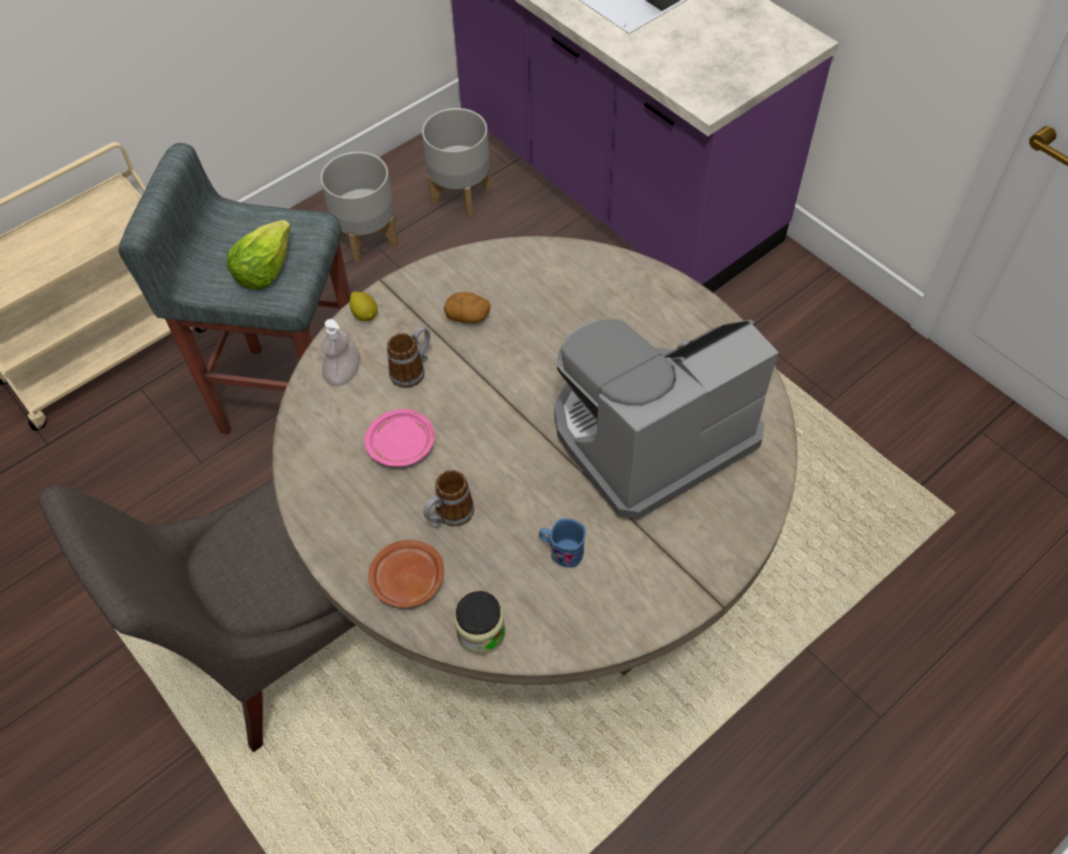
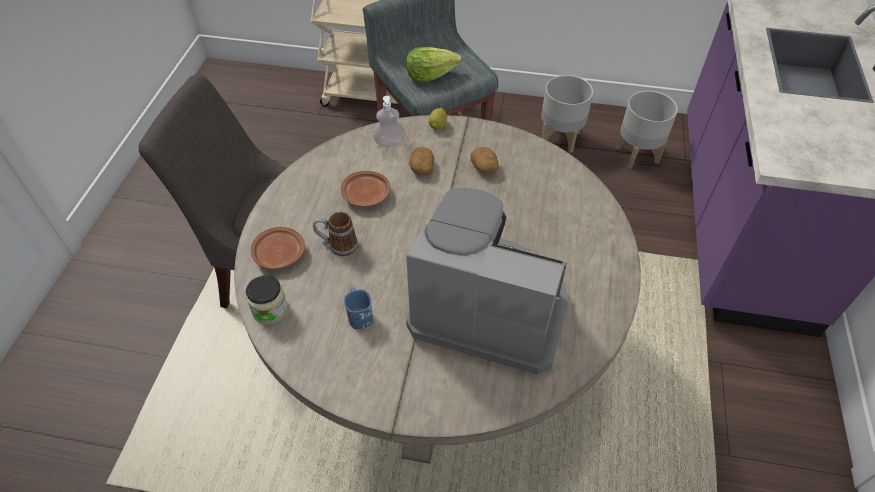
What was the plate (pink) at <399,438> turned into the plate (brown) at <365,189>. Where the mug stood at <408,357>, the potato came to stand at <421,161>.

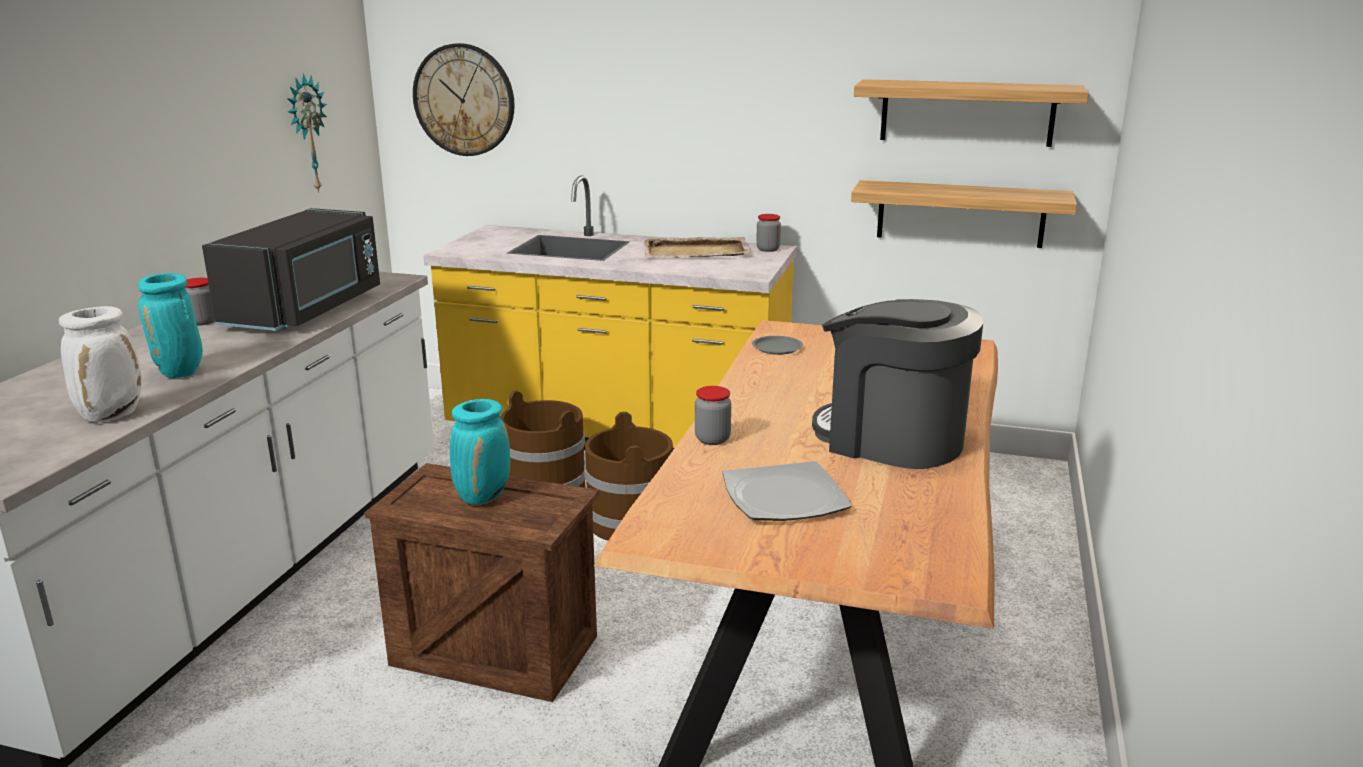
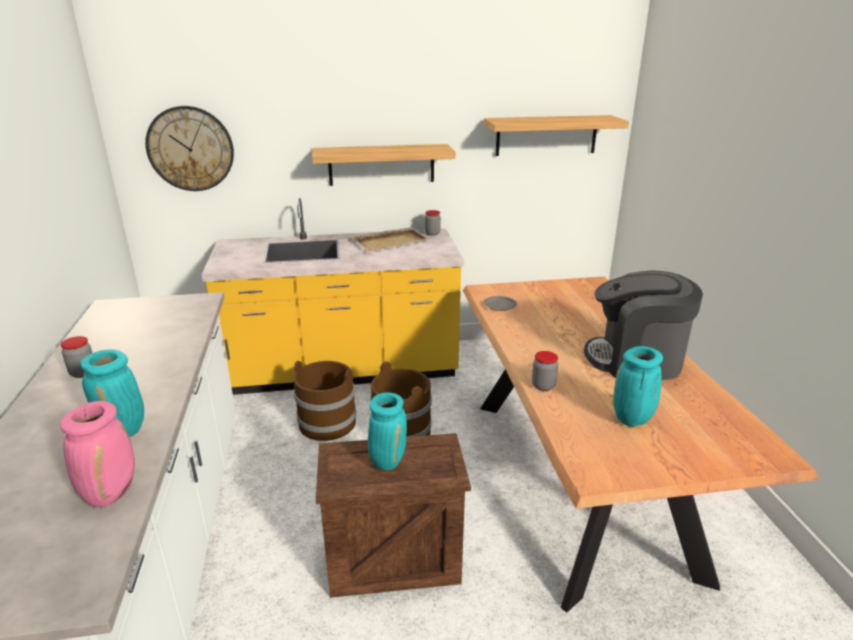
What was the vase (white) at <100,364> turned into the vase (pink) at <97,454>. The second view lost the microwave (black) at <291,269>. The second view lost the wall clock at <307,133>. Where the plate stood at <787,491>, the vase (turquoise) came to stand at <638,386>. The shelf ended up elsewhere, having gone from <964,214> to <384,165>.

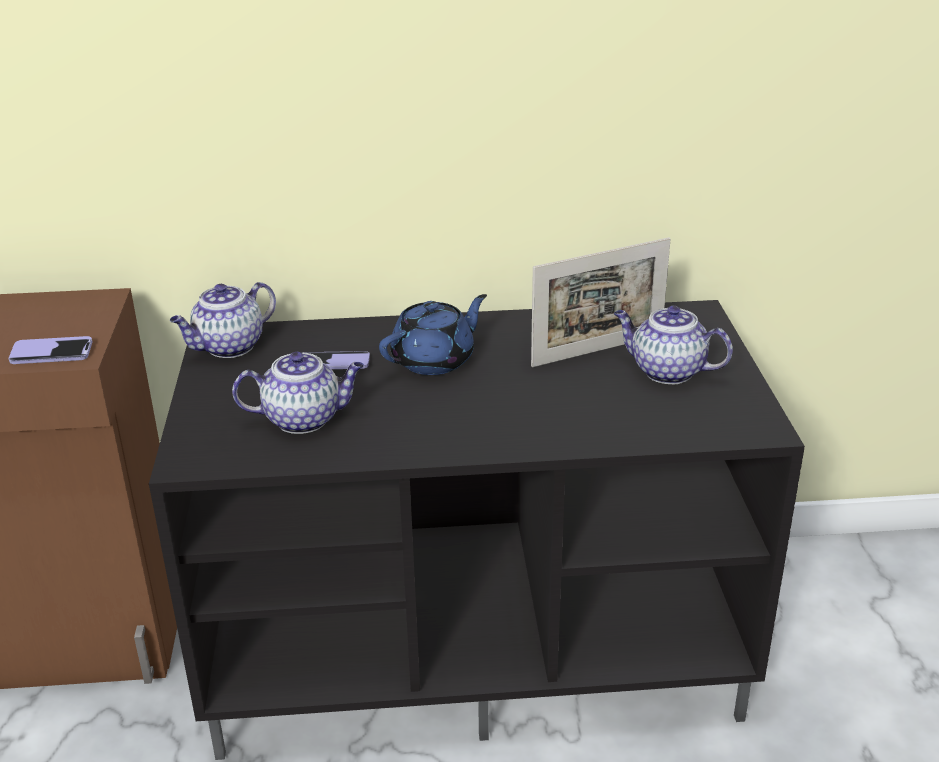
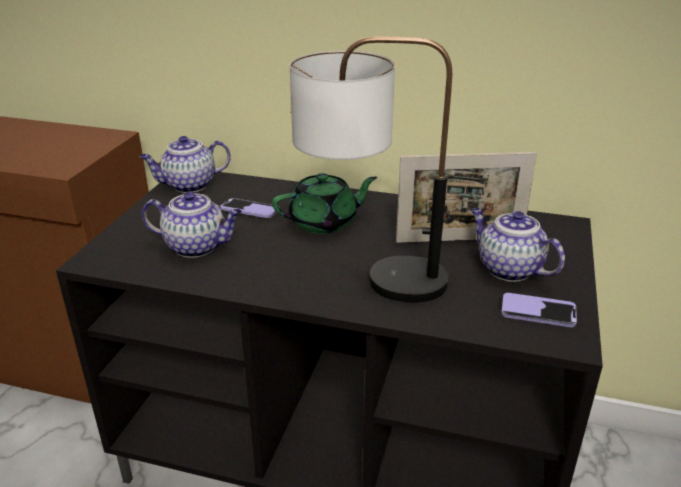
The phone ended up elsewhere, having gone from <50,350> to <539,310>. What was the teapot (blue) at <433,334> turned into the teapot (green) at <324,203>. The second view gained the table lamp at <371,169>.

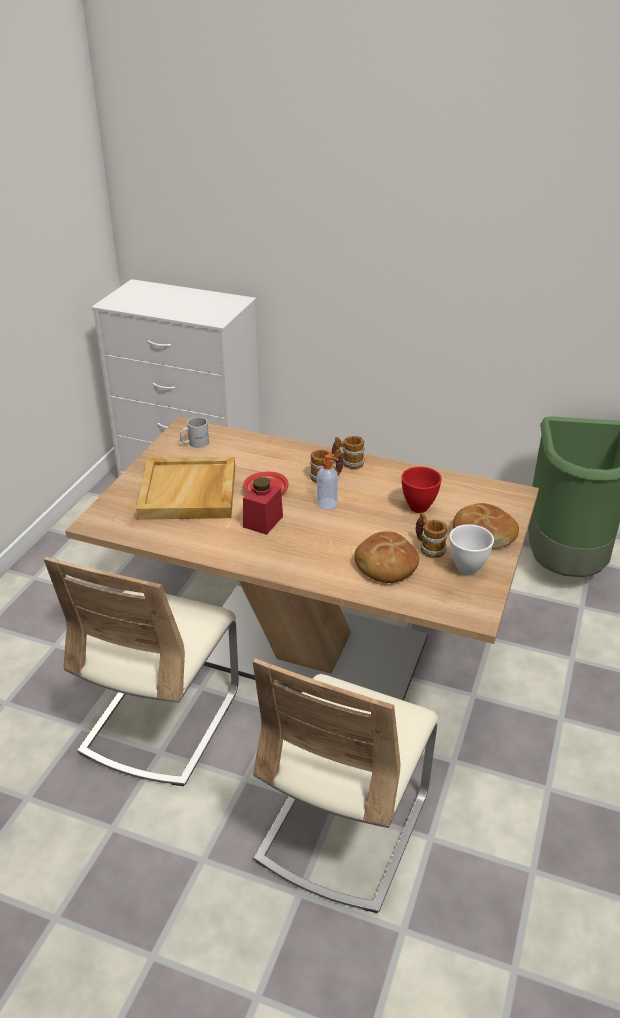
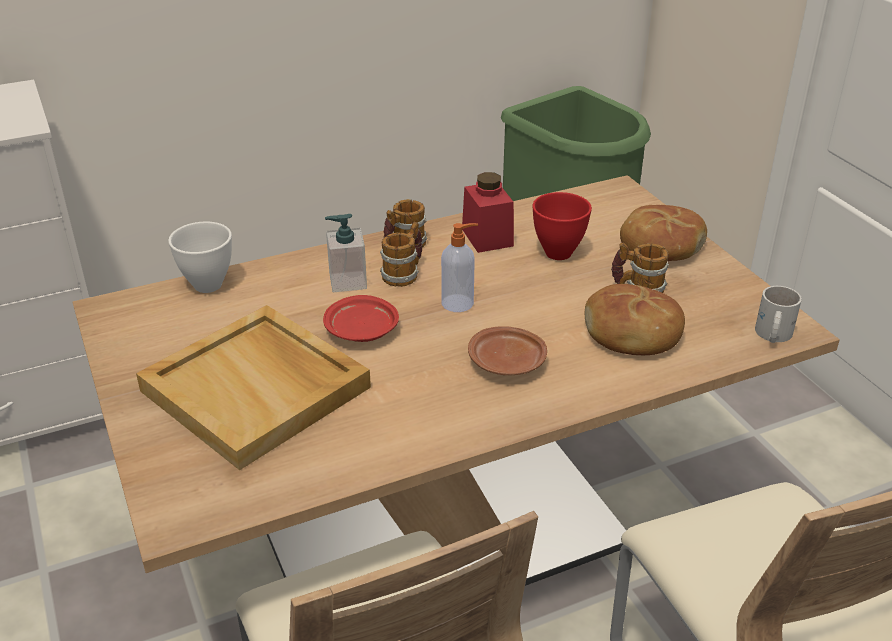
The mug (white) ended up elsewhere, having gone from <194,432> to <778,314>. The jar (red) ended up elsewhere, having gone from <263,506> to <488,212>. The bowl (white) ended up elsewhere, having gone from <471,550> to <200,257>. The second view gained the soap dispenser at <346,253>. The second view gained the plate (brown) at <507,350>.

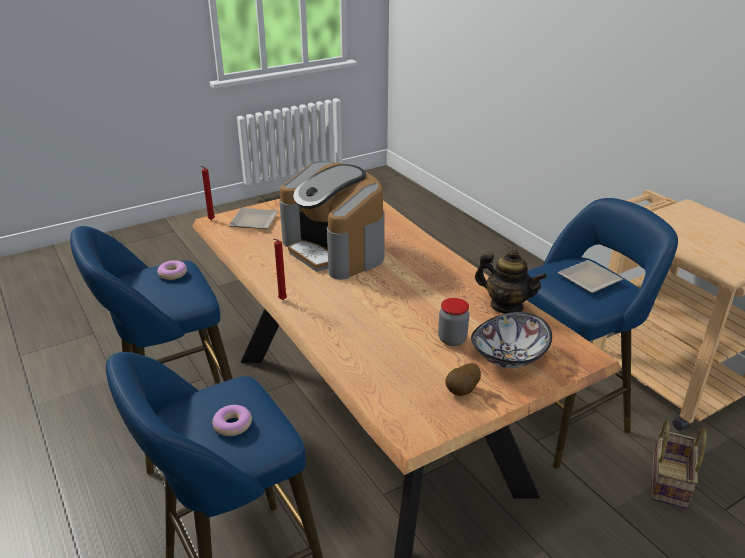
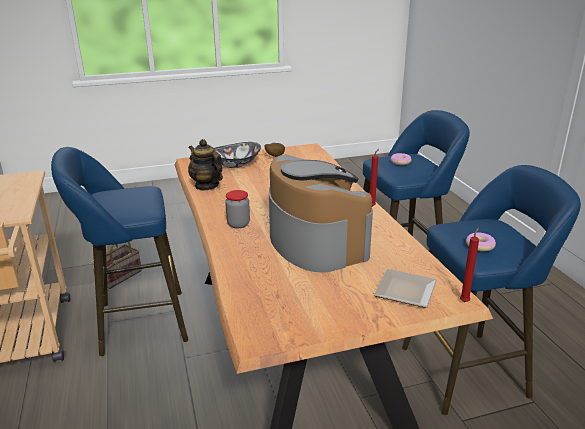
The jar ended up elsewhere, having gone from <453,322> to <237,209>. The second view lost the plate at <590,276>.

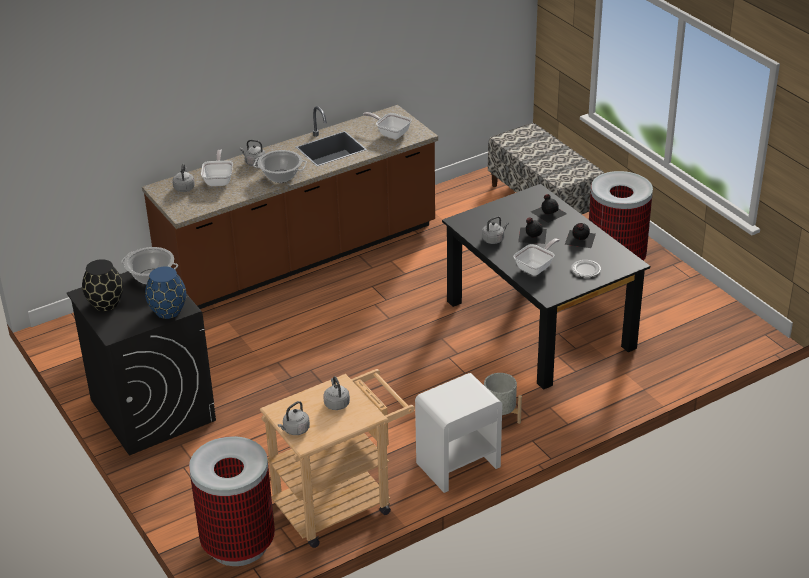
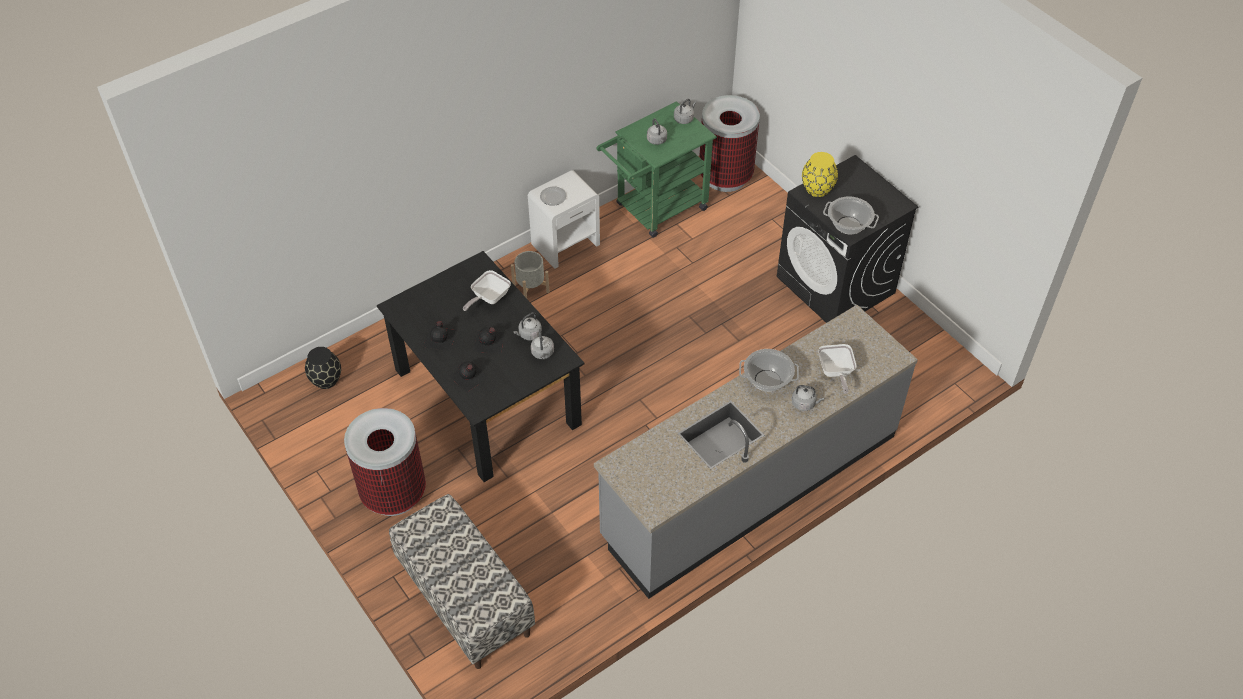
The vase (black) ended up elsewhere, having gone from <102,285> to <323,368>. What was the counter (brown) at <290,207> turned into the counter (grey) at <756,452>. What was the vase (blue) at <165,293> turned into the vase (yellow) at <820,174>. The kettle (grey) ended up elsewhere, having gone from <184,178> to <542,344>. What was the cart (beige) at <337,458> turned into the cart (green) at <656,169>. The second view lost the frying pan at <387,125>. The plate ended up elsewhere, having gone from <586,268> to <553,196>.

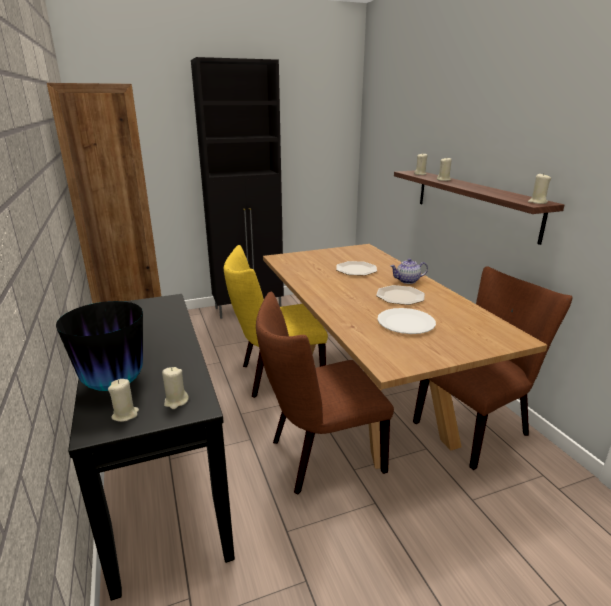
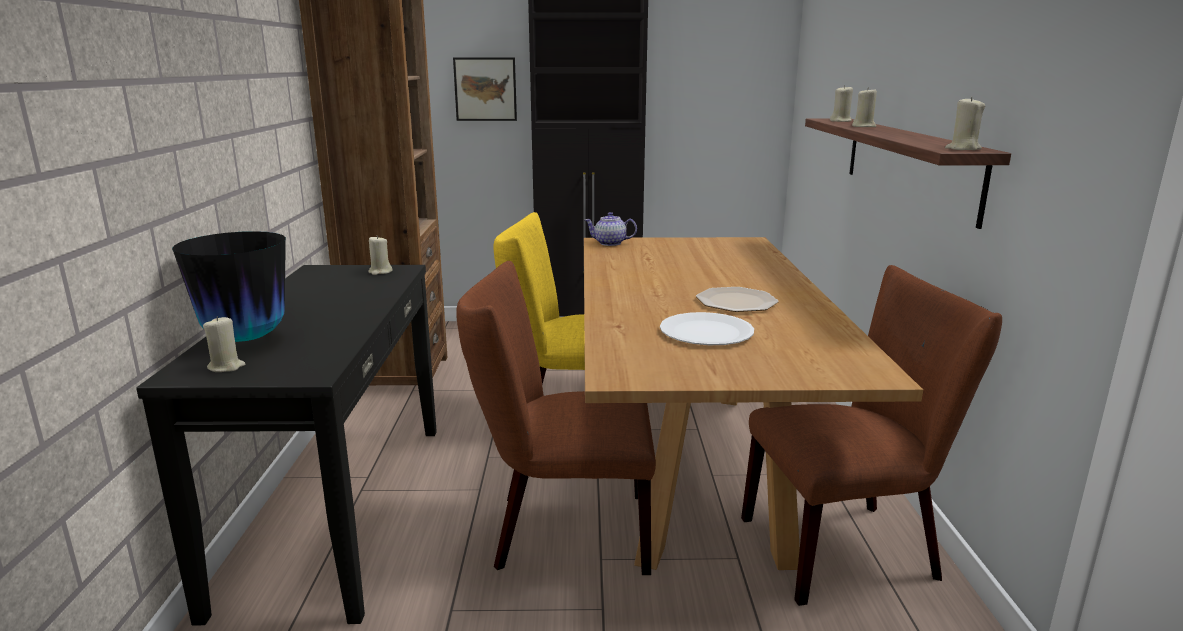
The candle (beige) ended up elsewhere, having gone from <175,388> to <380,255>. The second view lost the plate at <356,268>. The teapot ended up elsewhere, having gone from <409,271> to <611,229>. The second view gained the picture at <485,89>.

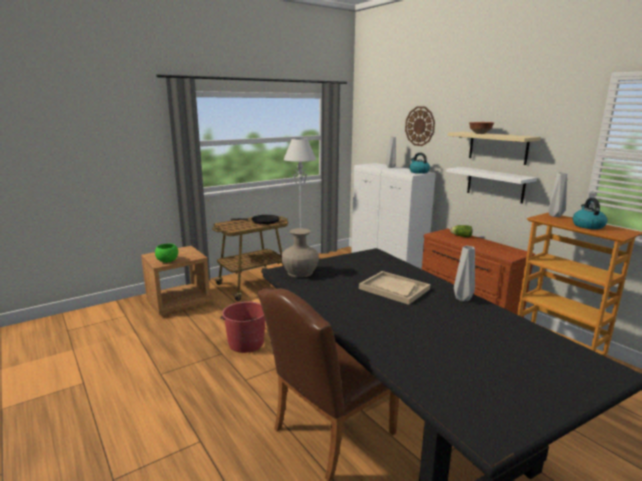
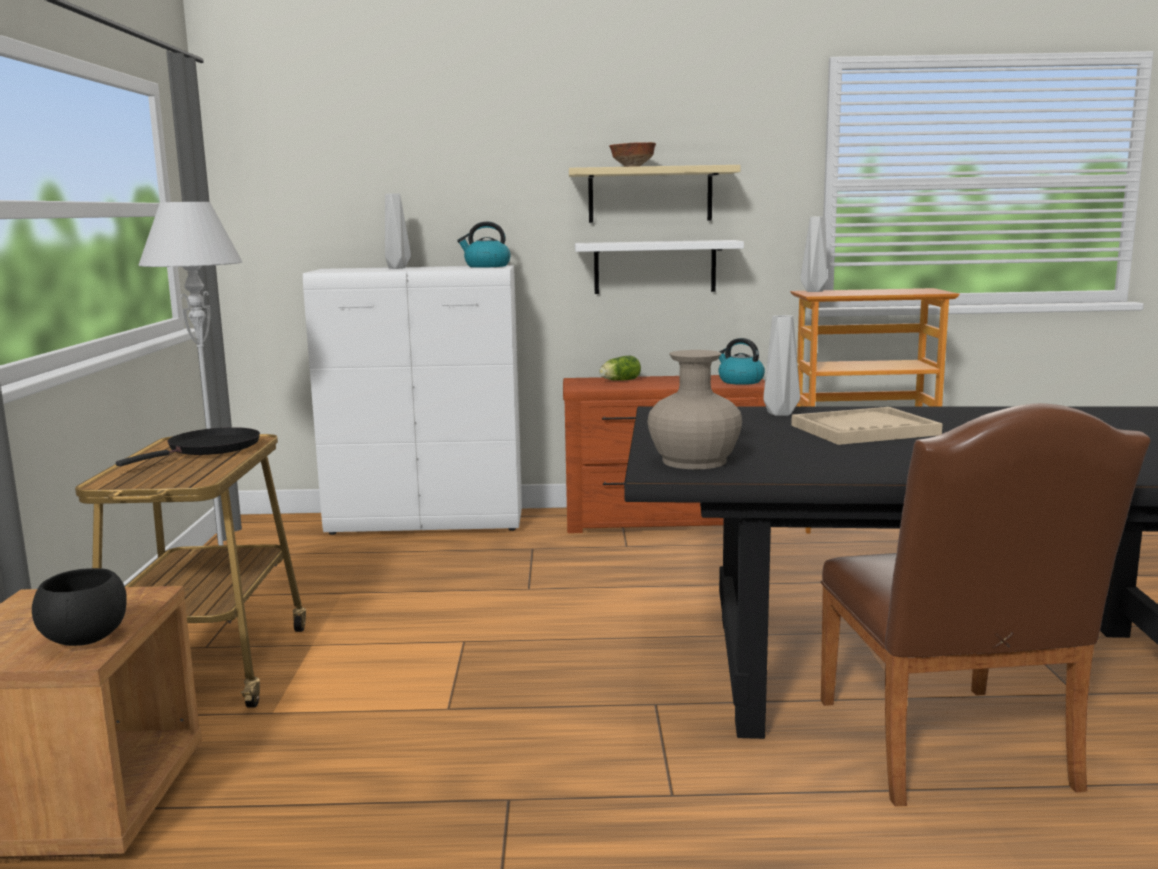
What was the bowl (green) at <166,253> turned into the bowl (black) at <79,607>. The second view lost the bucket (red) at <242,327>. The second view lost the wall clock at <420,126>. The vase (grey) ended up elsewhere, having gone from <464,274> to <781,365>. The kettle ended up elsewhere, having gone from <590,213> to <741,361>.

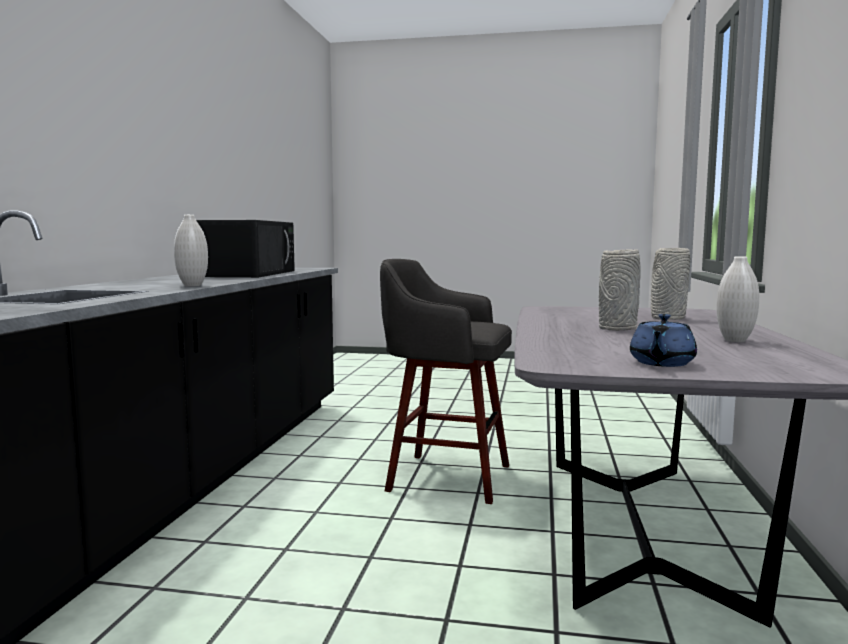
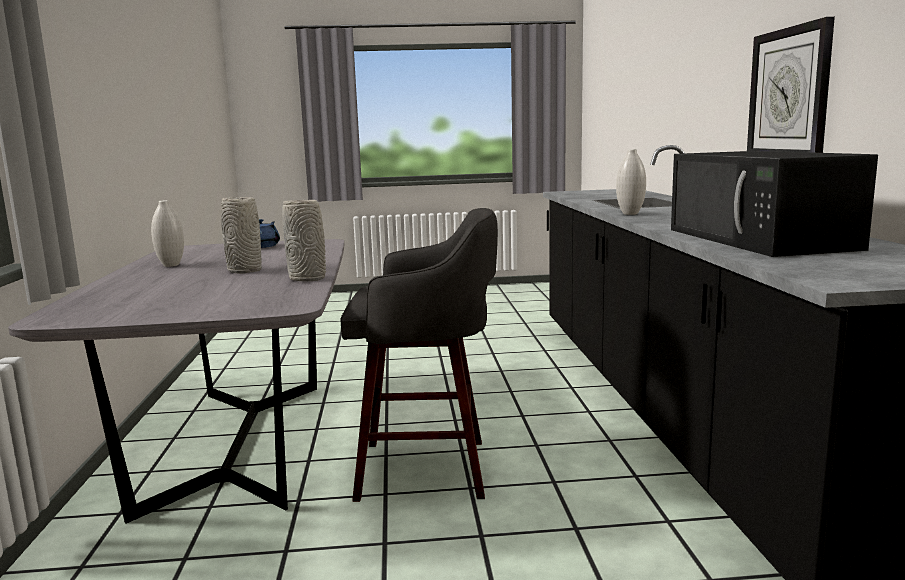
The vase (grey) ended up elsewhere, having gone from <670,284> to <304,240>. The second view gained the wall clock at <791,85>.

